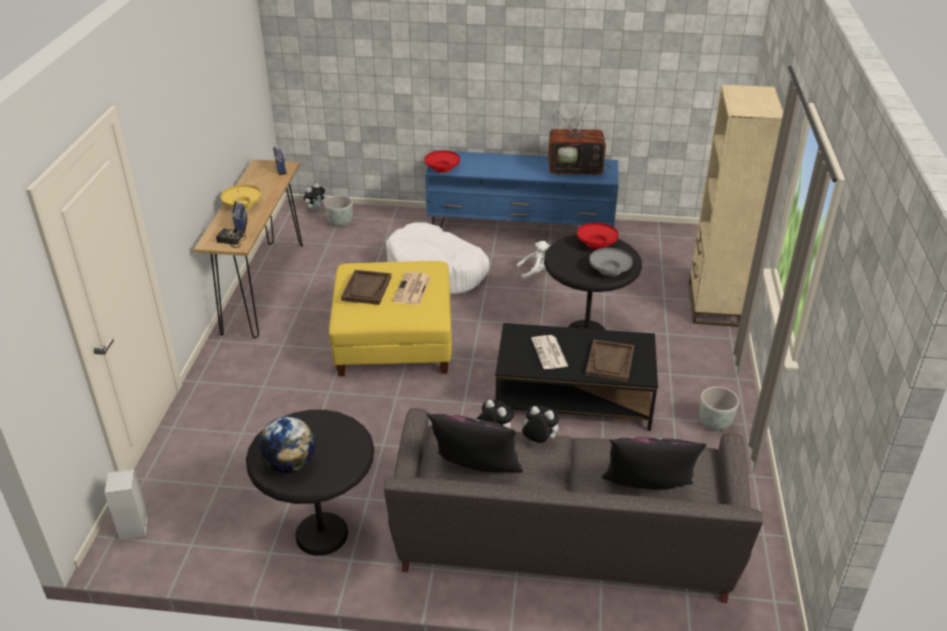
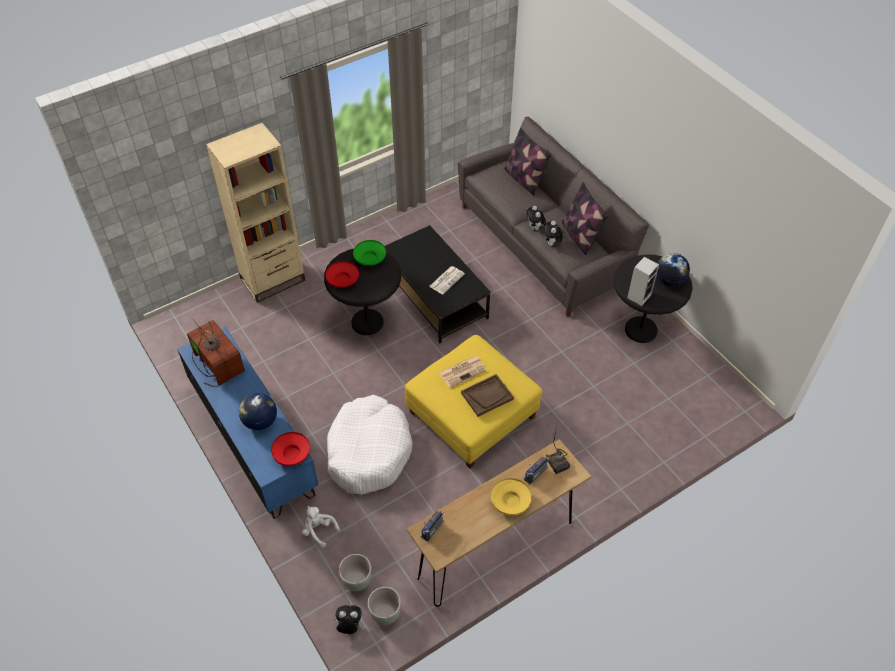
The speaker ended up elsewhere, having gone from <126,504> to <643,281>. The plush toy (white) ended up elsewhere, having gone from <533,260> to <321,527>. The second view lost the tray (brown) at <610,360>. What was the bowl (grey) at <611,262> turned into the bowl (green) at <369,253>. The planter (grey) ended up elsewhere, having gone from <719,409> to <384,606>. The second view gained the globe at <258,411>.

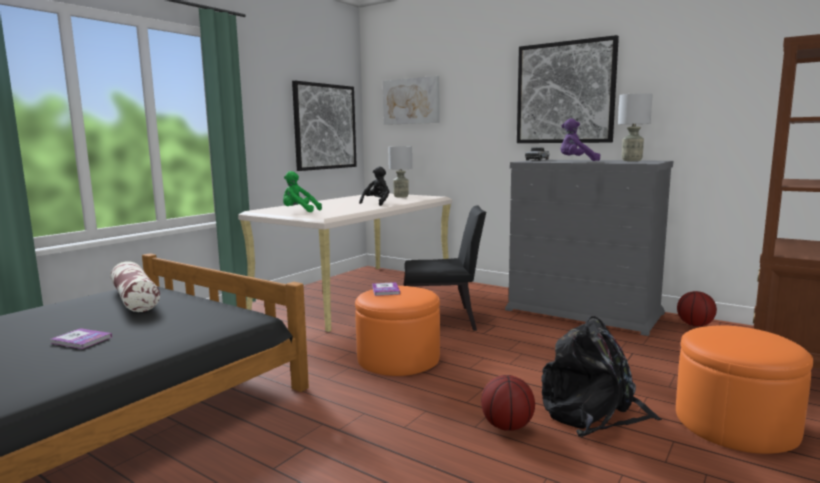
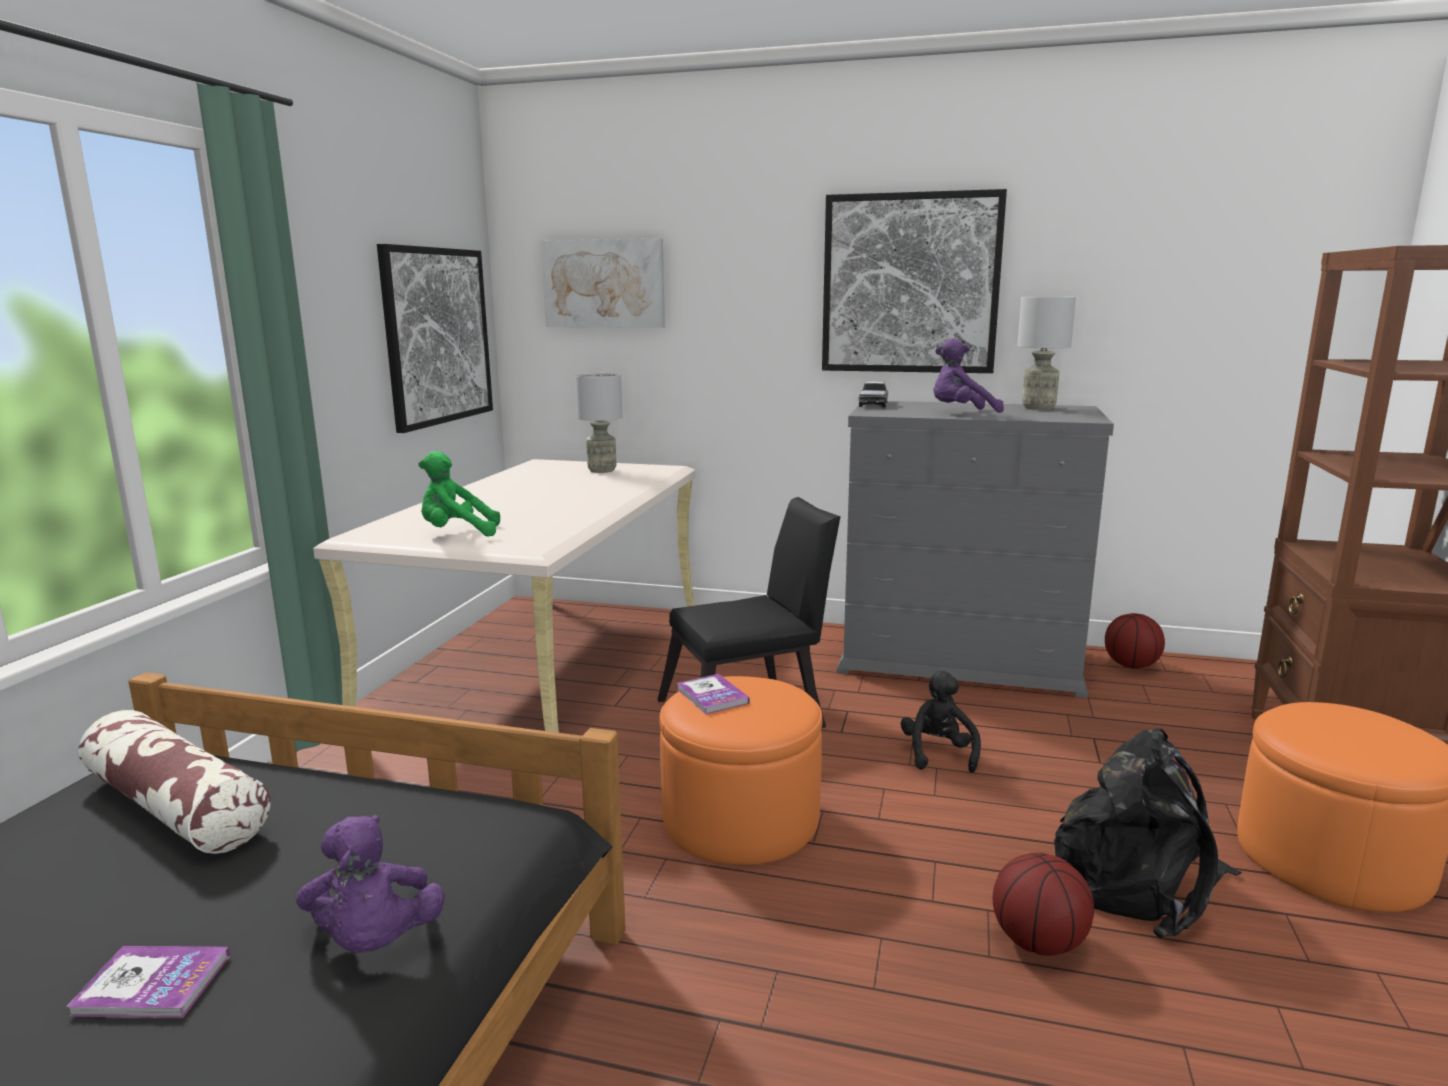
The plush toy (black) ended up elsewhere, having gone from <374,186> to <941,722>. The second view gained the plush toy (purple) at <370,884>.

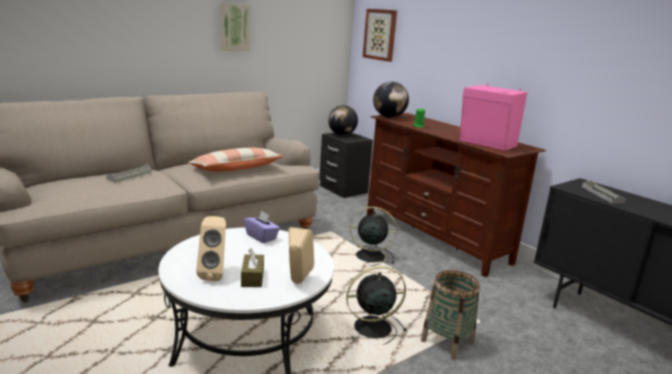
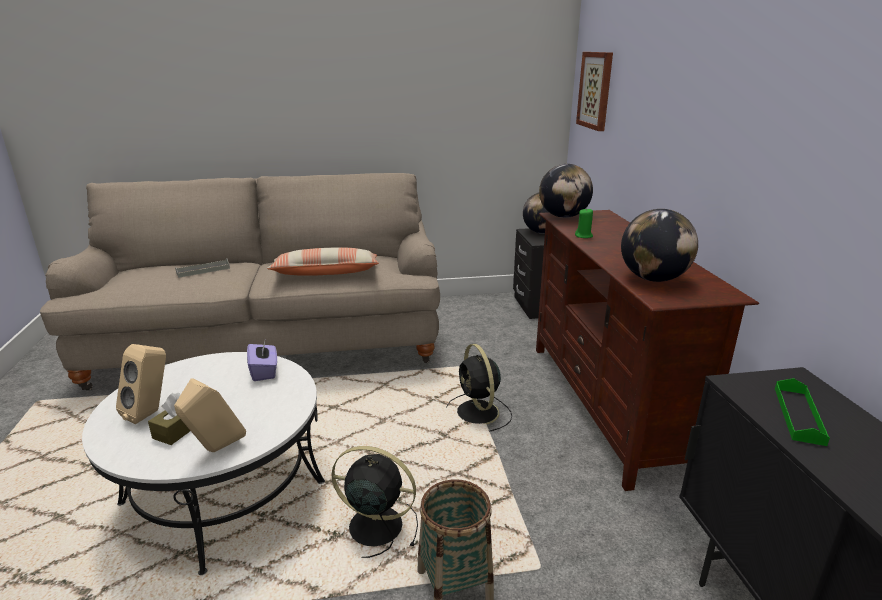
The second view lost the picture at <235,27>. The fan (black) at <373,236> ended up facing another way, 150 degrees counterclockwise from before. Where the speaker (pink) stood at <493,117>, the globe came to stand at <659,245>. What was the tray (grey) at <604,191> turned into the tray (green) at <802,412>.

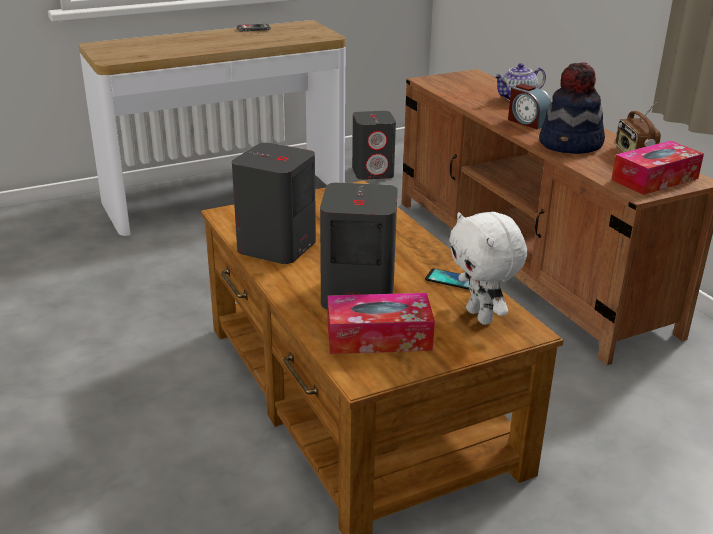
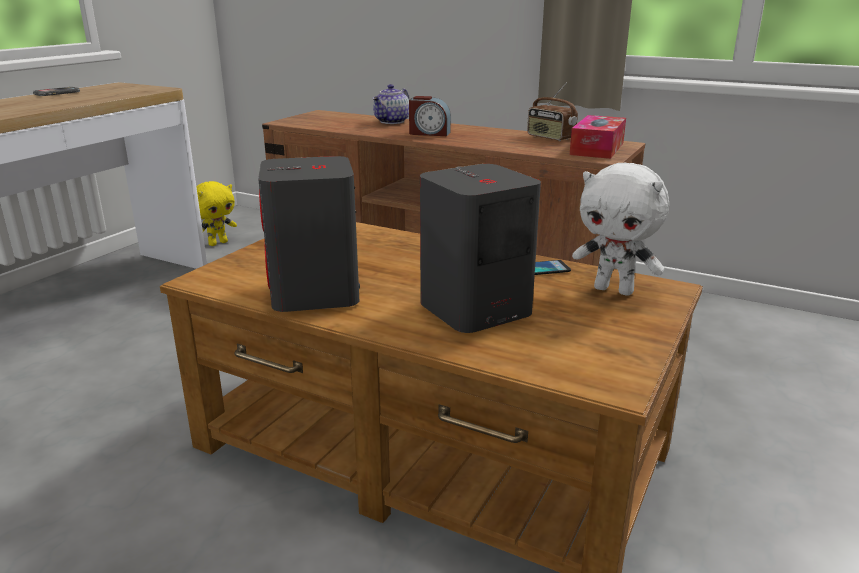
The second view lost the tissue box at <381,323>. Where the speaker (grey) stood at <374,145>, the plush toy (yellow) came to stand at <216,213>. The second view lost the hat at <572,108>.

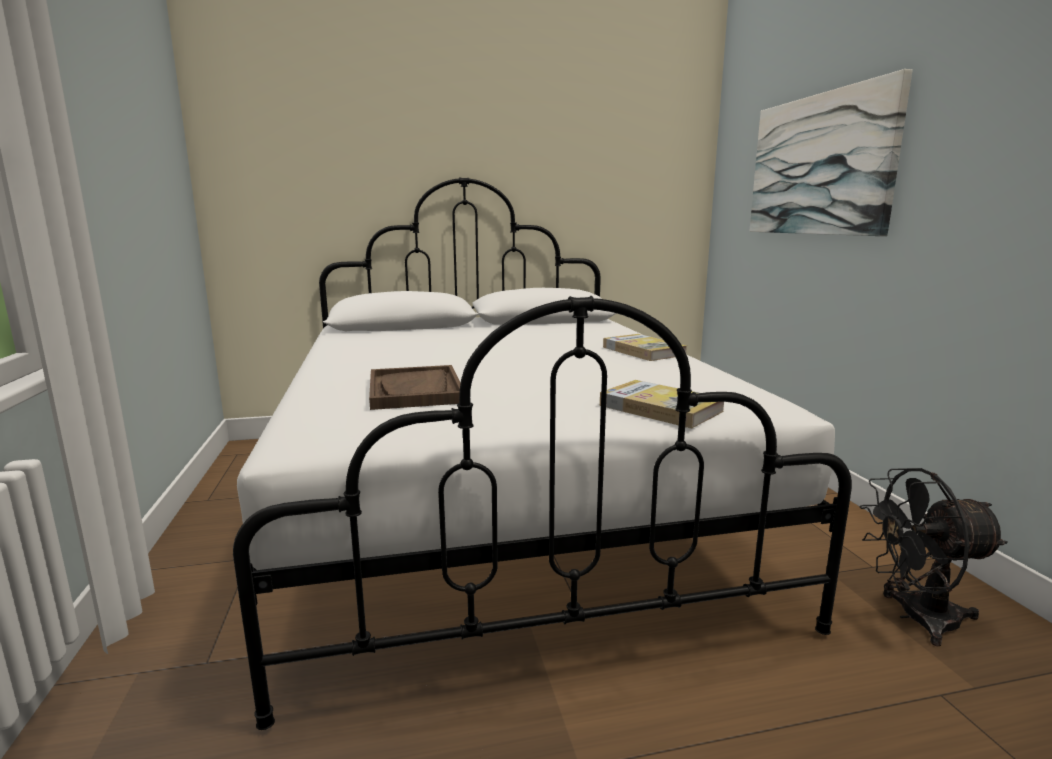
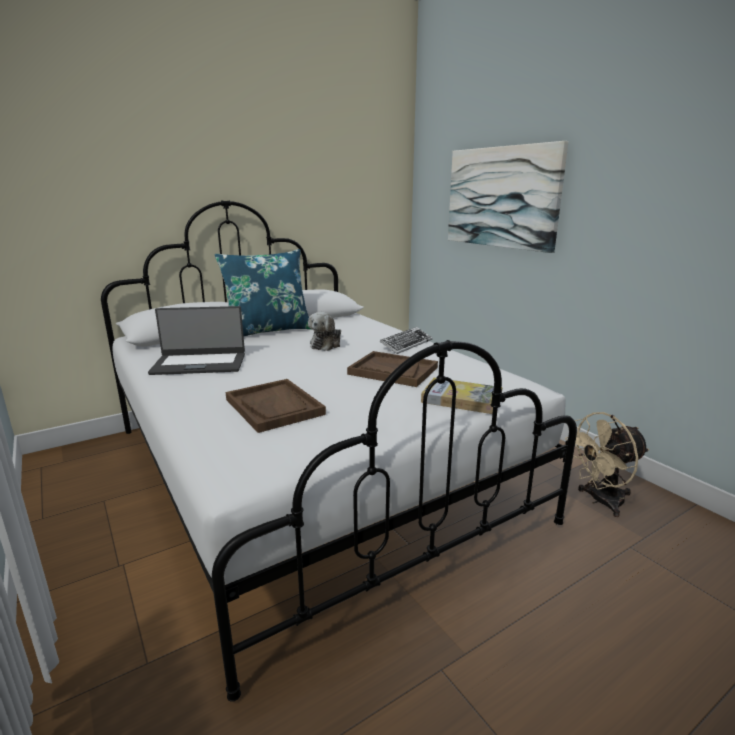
Where the book stood at <645,347>, the keyboard came to stand at <406,340>. What was the fan (black) at <933,557> turned into the fan (beige) at <607,464>. The second view gained the laptop at <196,340>. The second view gained the pillow (blue) at <262,292>. The second view gained the plush toy at <324,331>. The second view gained the tray (brown) at <392,369>.

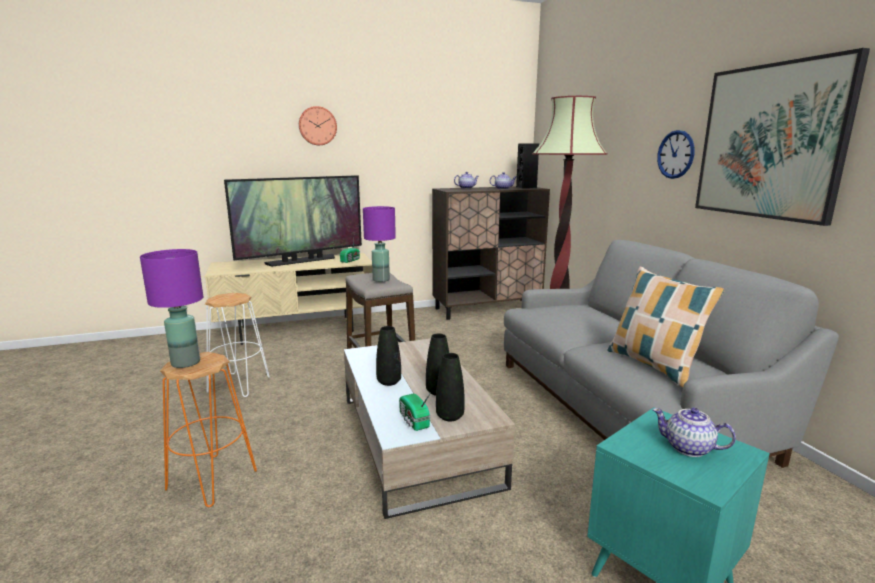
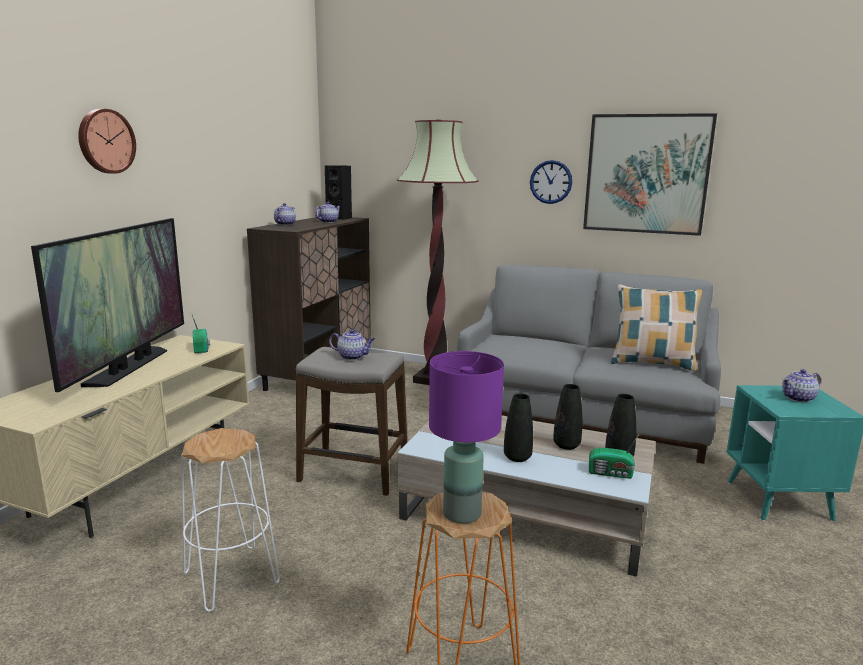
Where the table lamp (purple) stood at <379,244>, the teapot came to stand at <352,344>.

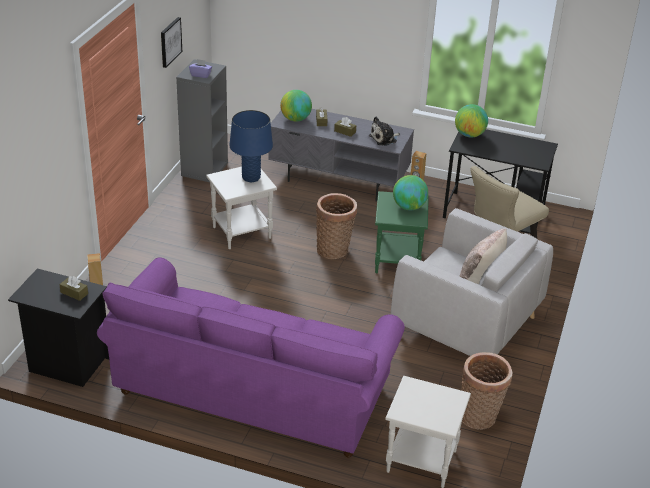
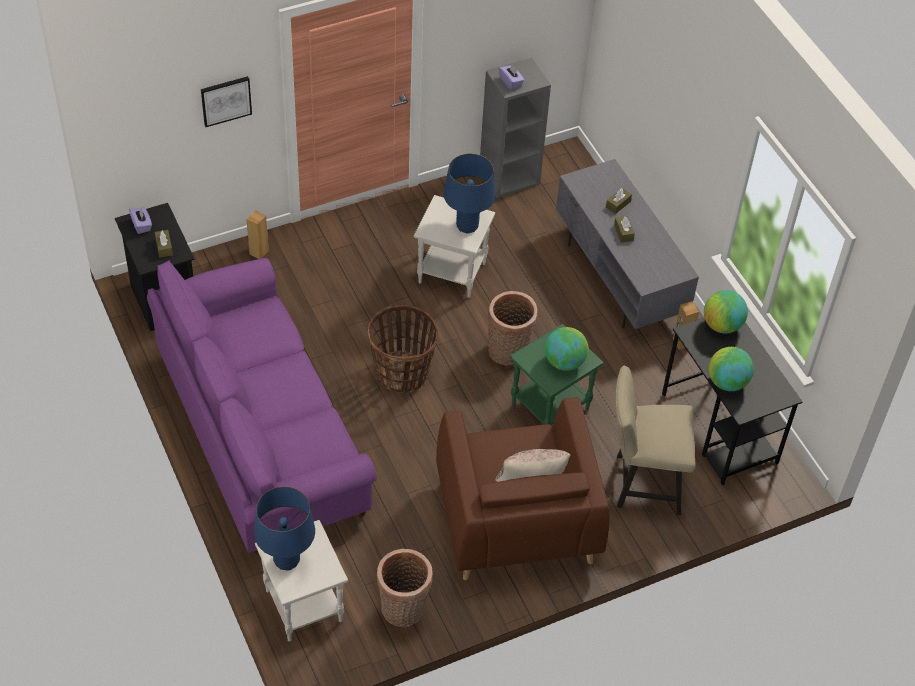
The picture ended up elsewhere, having gone from <171,42> to <226,101>. The globe ended up elsewhere, having gone from <296,106> to <731,369>. The second view lost the plush toy at <384,131>. What was the armchair (grey) at <472,282> turned into the armchair (brown) at <523,488>. The second view gained the tissue box (purple) at <140,221>. The second view gained the table lamp (blue) at <284,528>. The second view gained the basket at <403,349>.

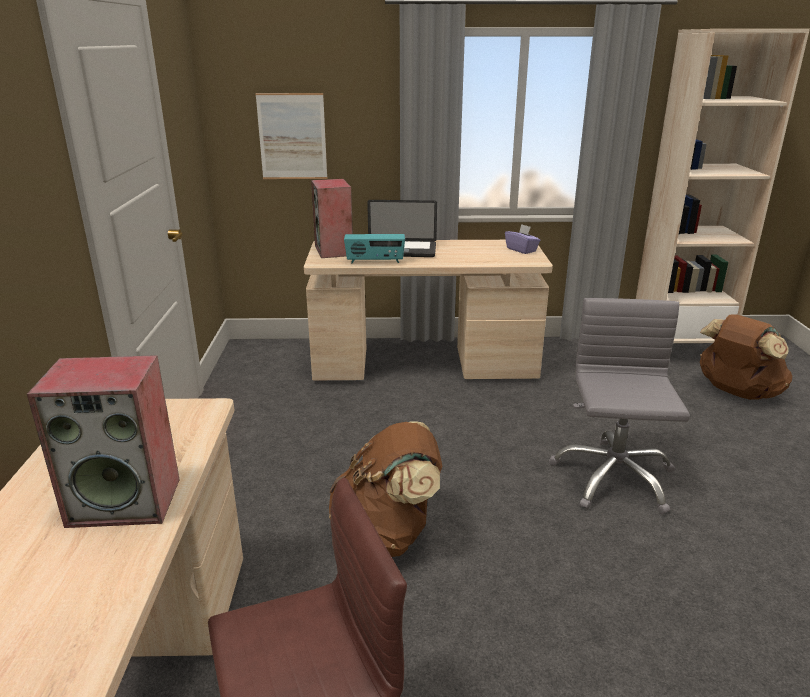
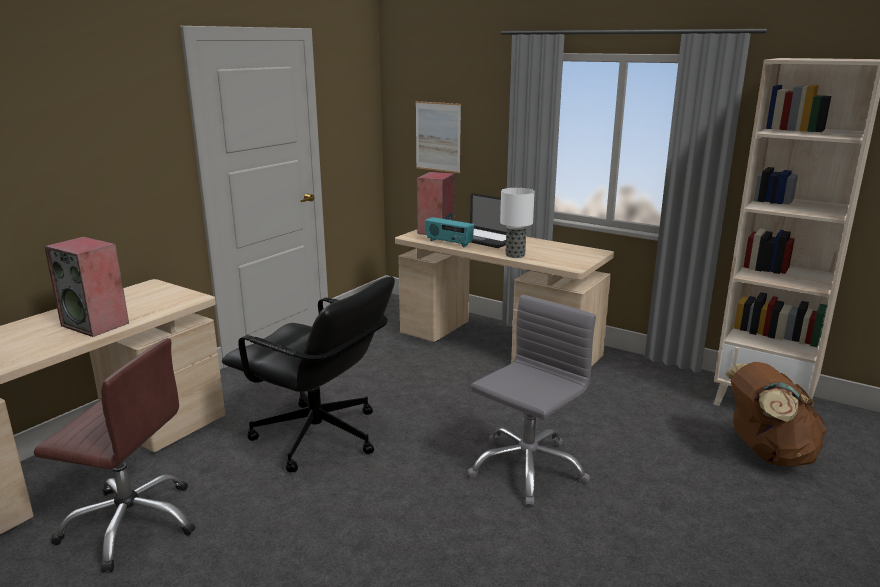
Where the backpack (brown) stood at <385,489>, the office chair (black) came to stand at <308,375>. The second view lost the tissue box (purple) at <523,239>. The second view gained the table lamp at <517,223>.

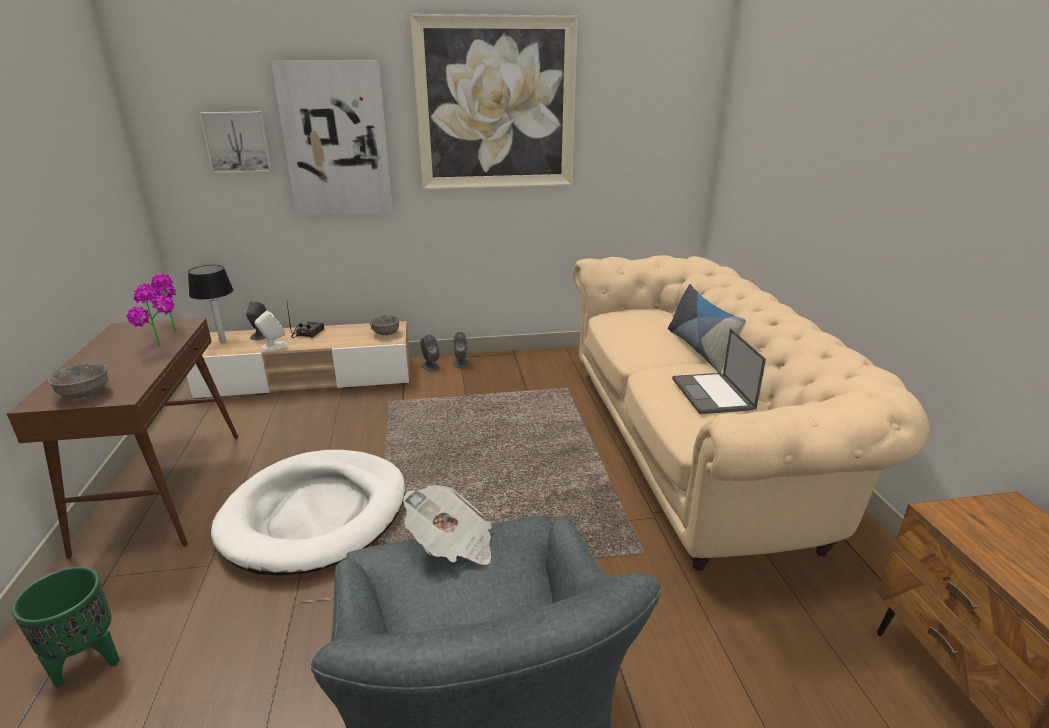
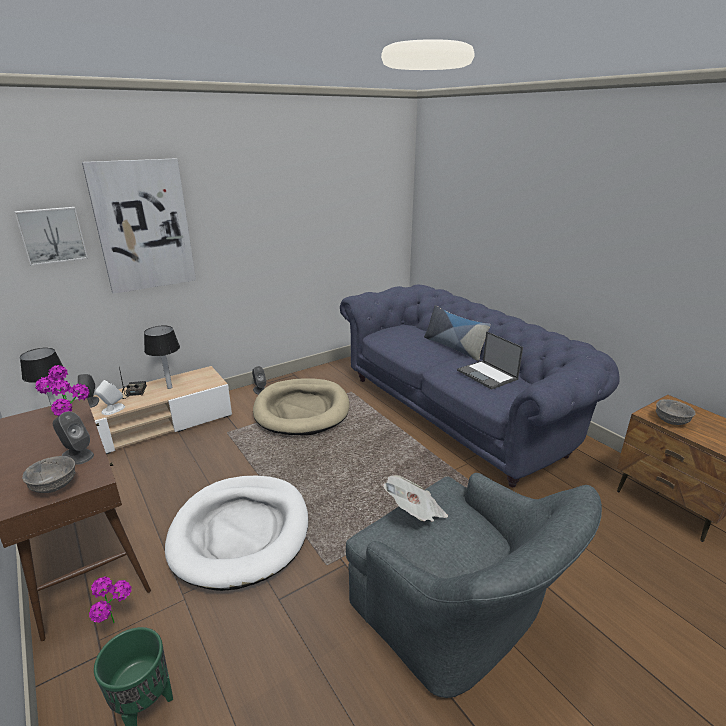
The bowl (grey) ended up elsewhere, having gone from <384,325> to <675,412>. The second view lost the picture at <494,102>. The speaker (grey) ended up elsewhere, having gone from <430,352> to <73,438>. What was the sofa (beige) at <751,413> turned into the sofa (blue) at <480,385>. The second view gained the potted plant at <110,600>. The second view gained the table lamp at <162,357>. The second view gained the dog bed (beige) at <301,407>.

